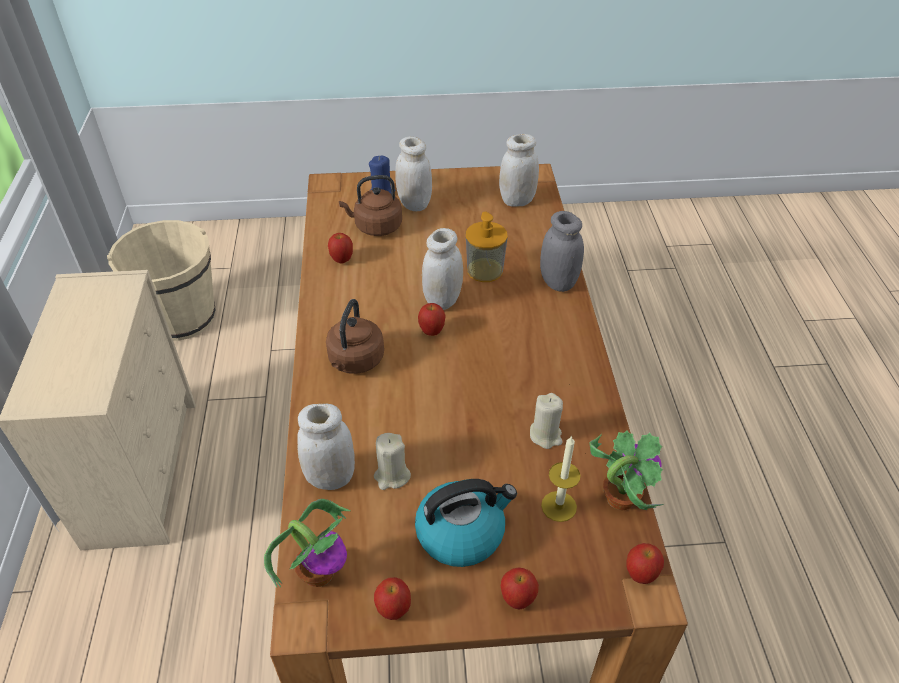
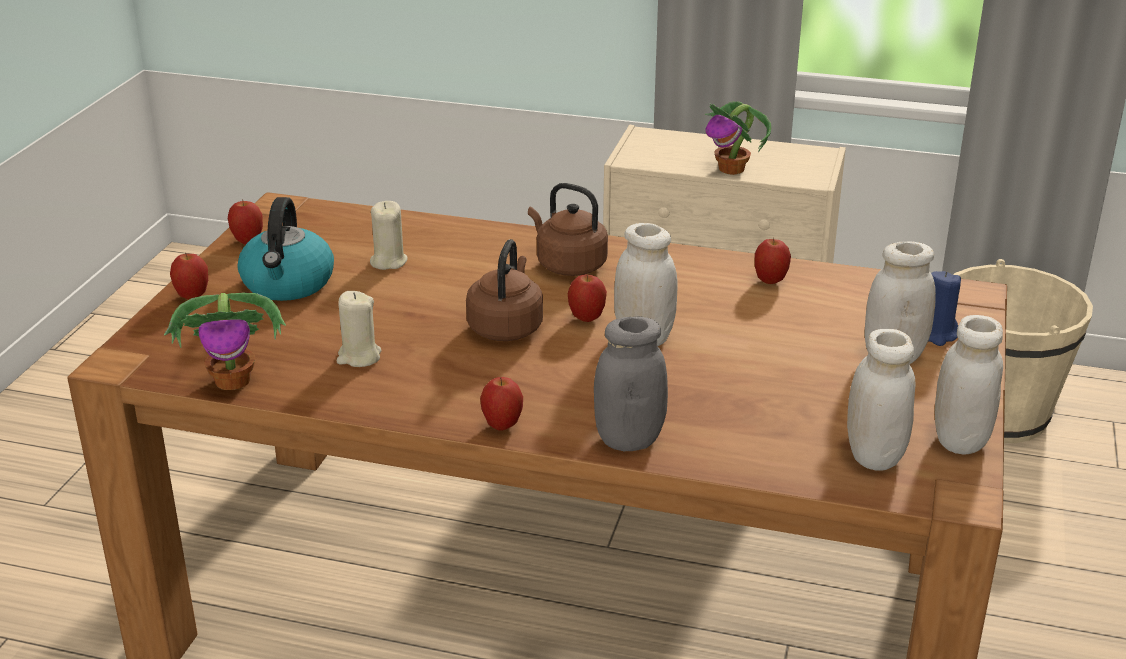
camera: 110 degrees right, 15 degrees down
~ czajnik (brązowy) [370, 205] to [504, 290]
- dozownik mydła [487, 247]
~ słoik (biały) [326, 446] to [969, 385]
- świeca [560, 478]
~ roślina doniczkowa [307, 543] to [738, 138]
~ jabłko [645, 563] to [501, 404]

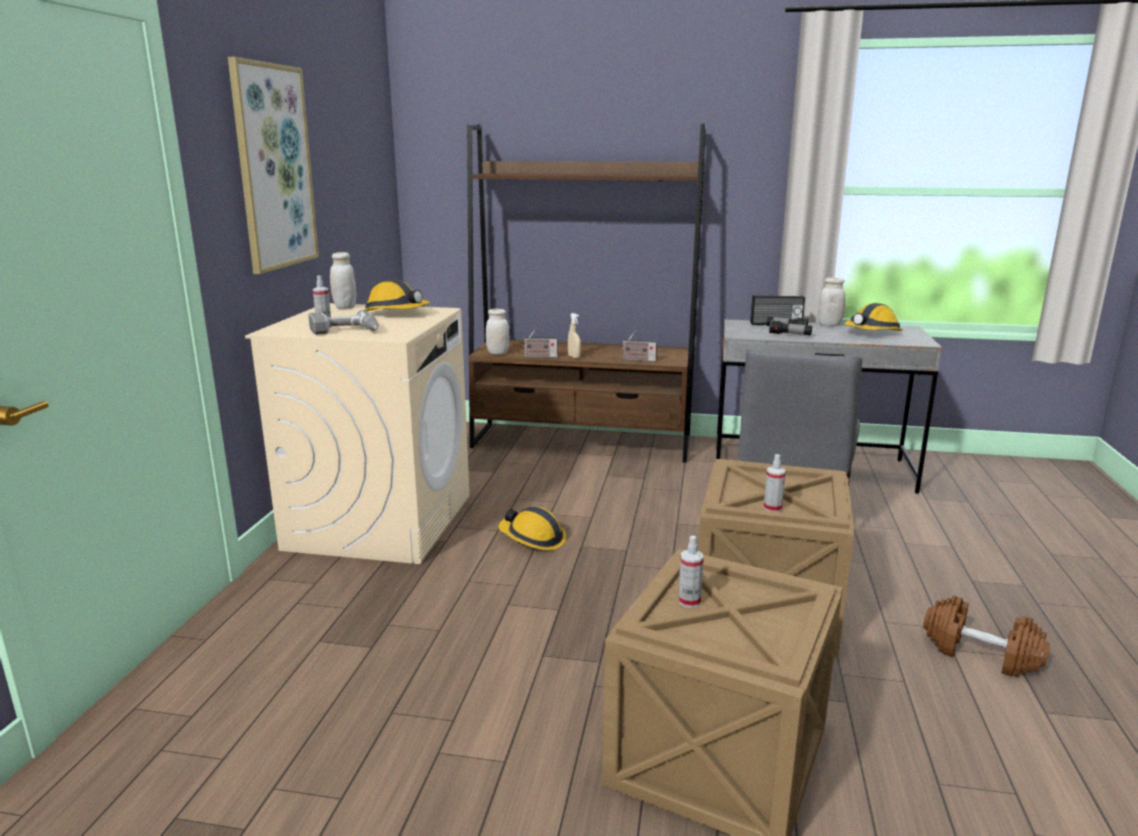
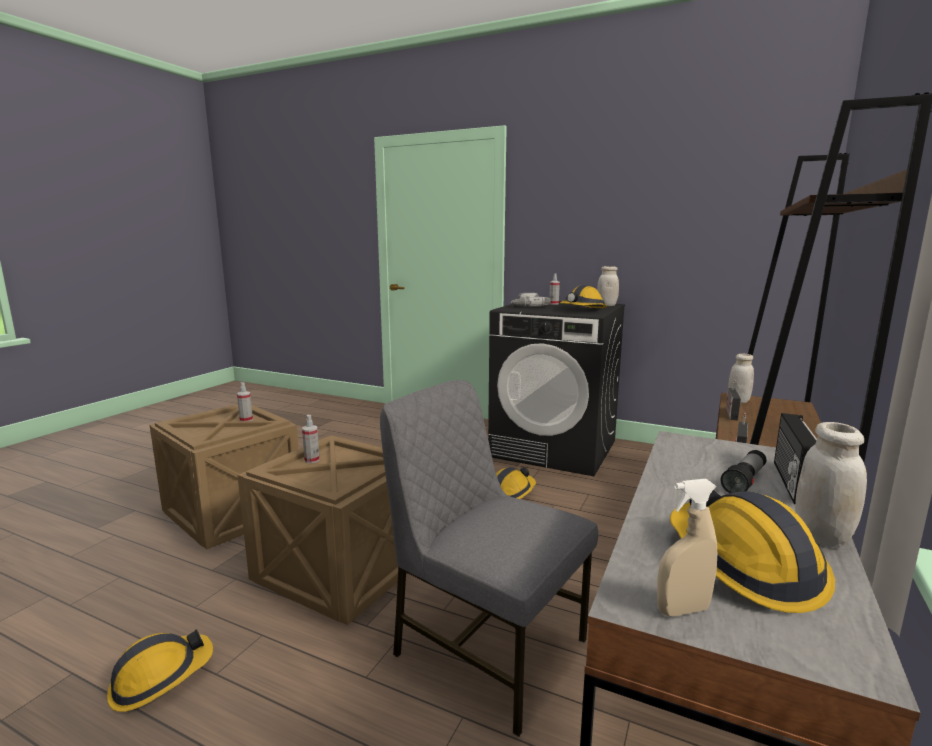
camera: 105 degrees right, 5 degrees down
- obraz [273, 165]
~ pralka (beżowy) [357, 433] to pralka (czarny) [556, 388]
~ spryskiwacz (beżowy) [574, 335] to [687, 548]
- latarka [790, 328]
~ hantel (brązowy) [986, 637] to kask [160, 670]

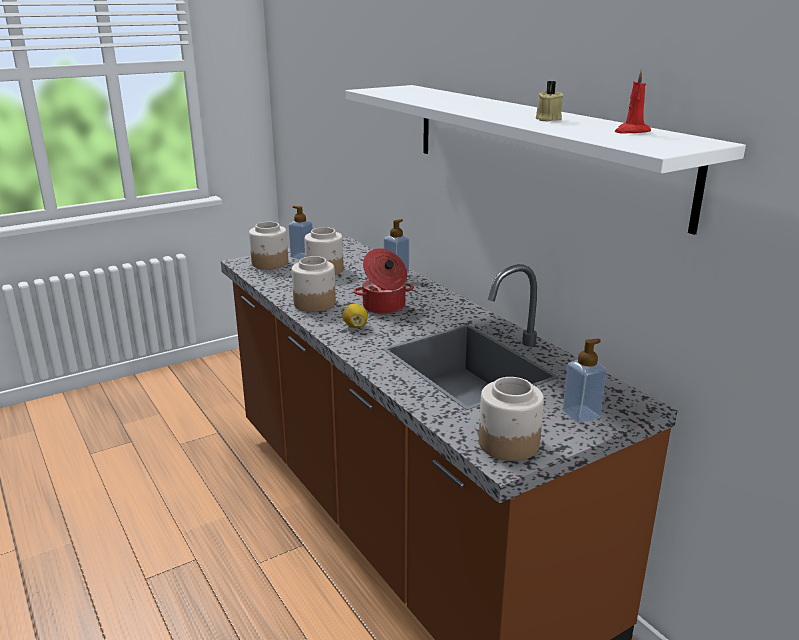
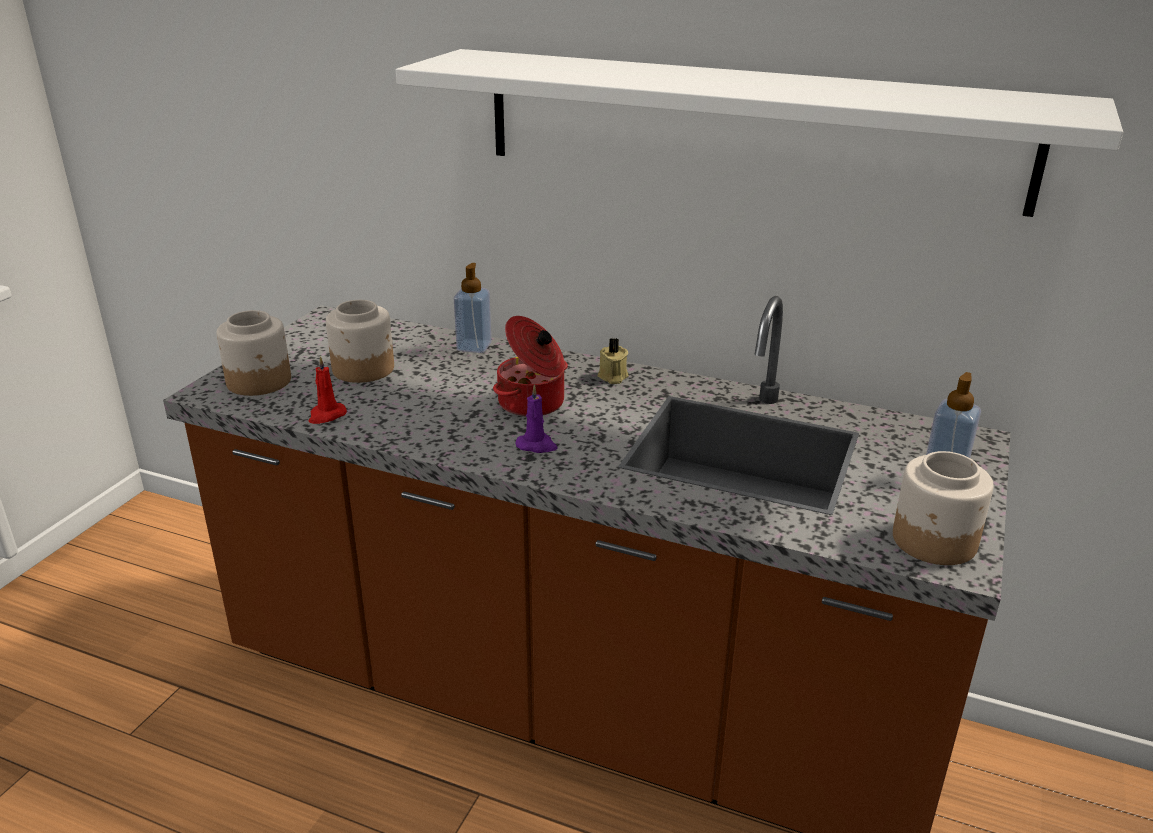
camera: 35 degrees left, 5 degrees up
~ świeca (czerwony) [632, 102] to [328, 390]
~ świeca (beżowy) [549, 101] to [613, 361]
- dozownik mydła [301, 232]
- słoik [314, 284]
~ cytryna [355, 316] to świeca (fioletowy) [537, 418]

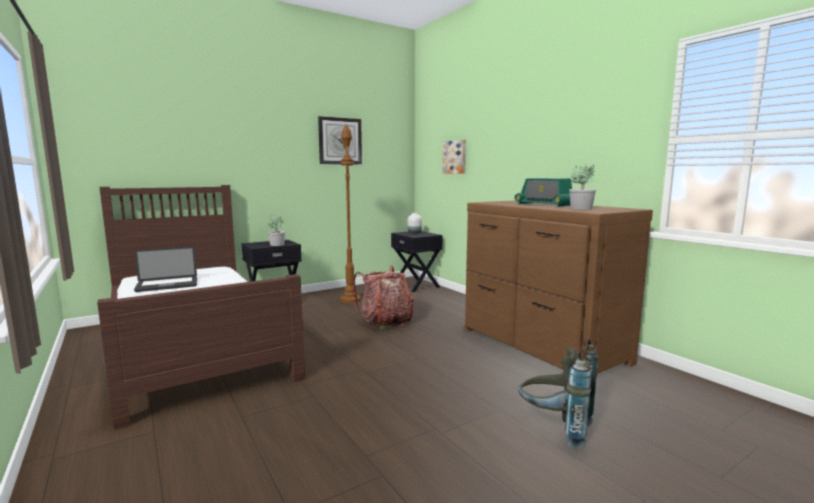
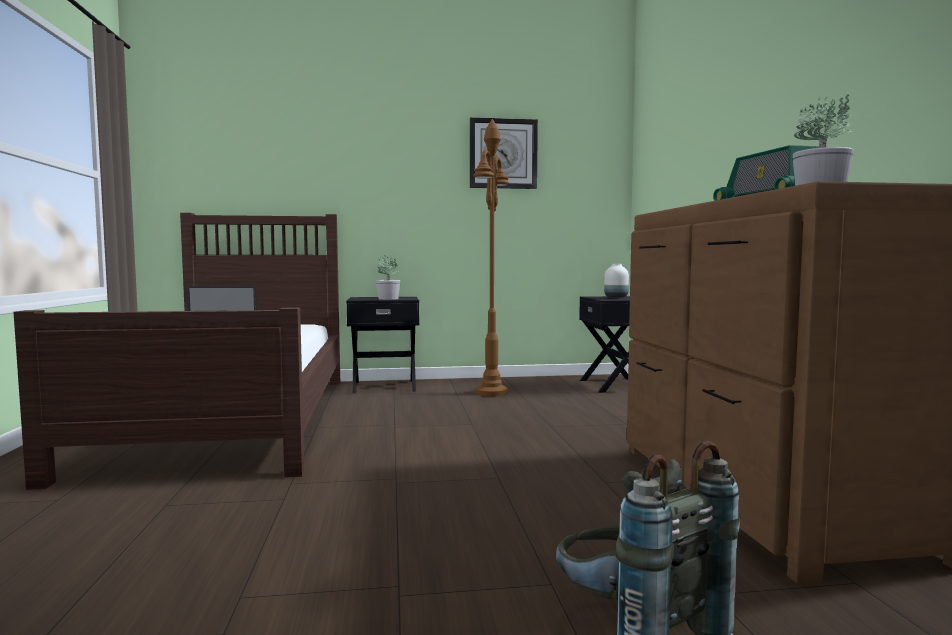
camera: 25 degrees right, 5 degrees down
- obraz [454, 157]
- plecak [383, 298]

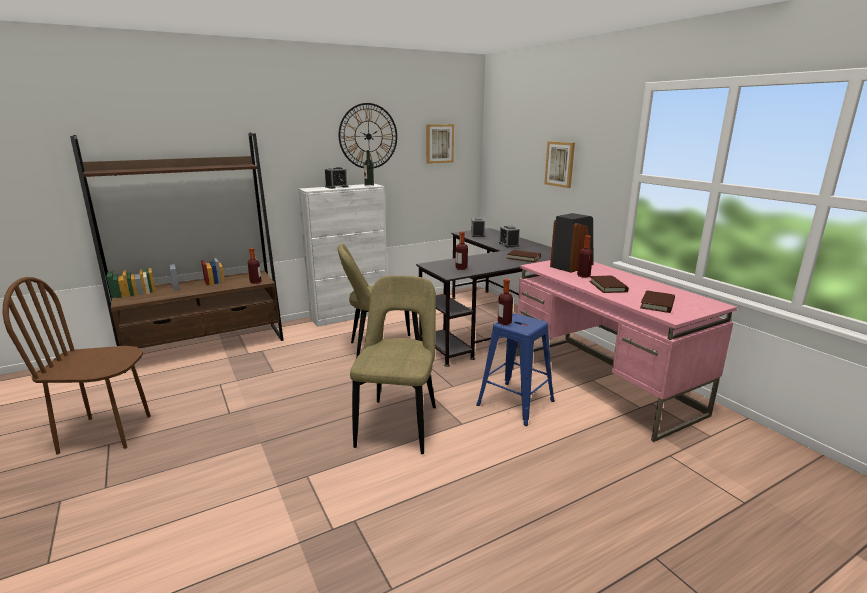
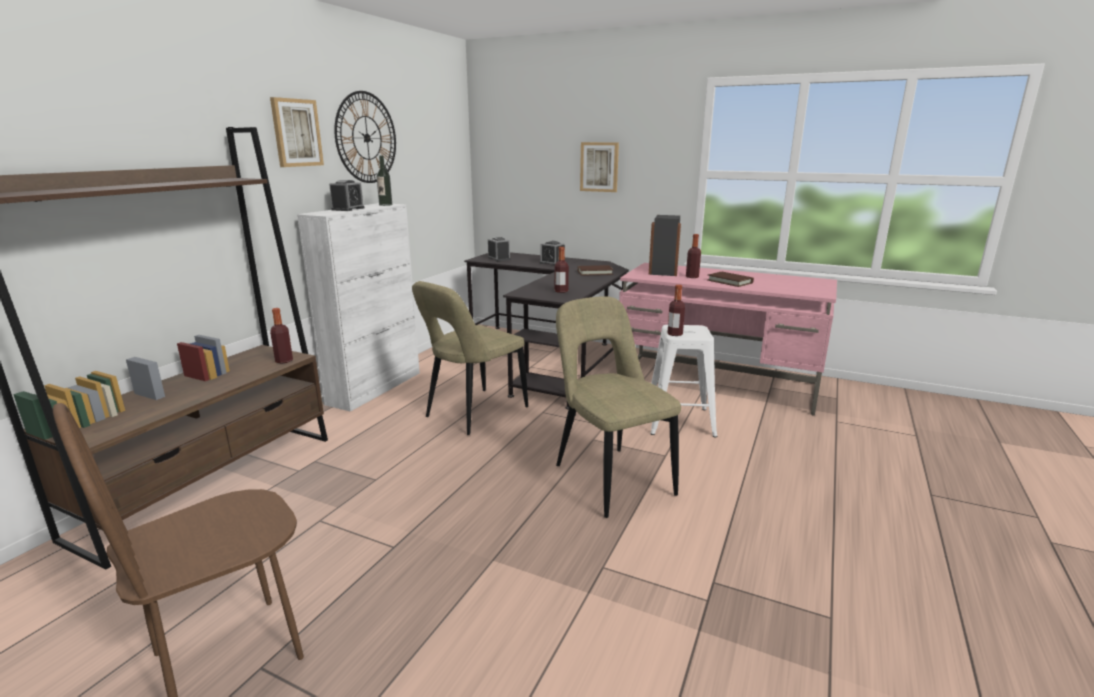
camera: 35 degrees left, 0 degrees up
~ obraz [440, 144] to [297, 132]
- książka (brązowy) [657, 301]
~ stołek (niebieski) [515, 369] to stołek (biały) [683, 381]

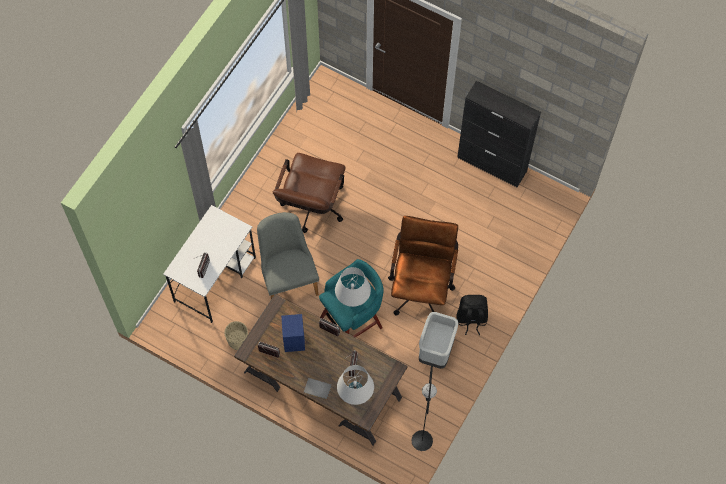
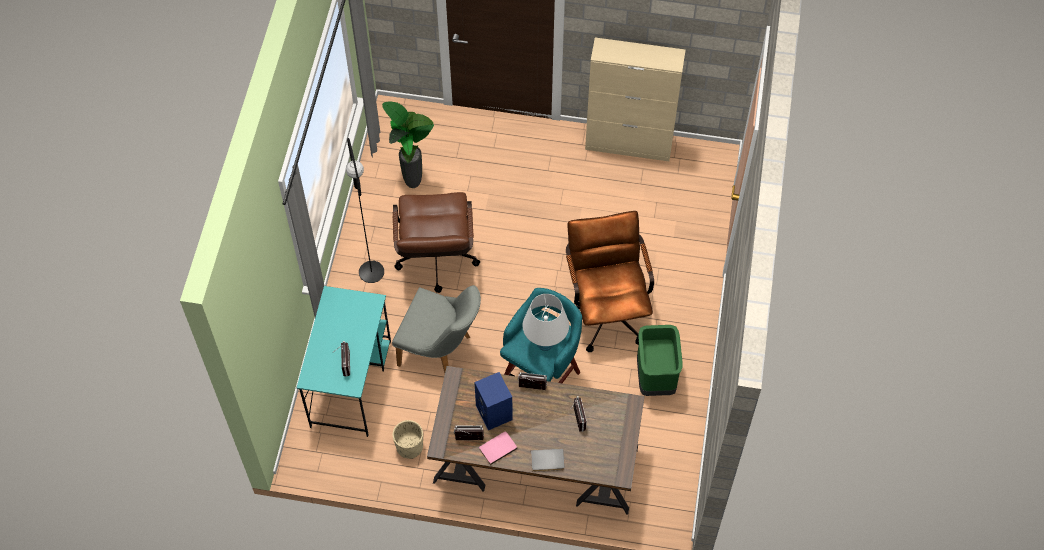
camera: 20 degrees left, 5 degrees down
~ szafka (czarny) [499, 134] to szafka (beżowy) [635, 99]
~ biurko (biały) [209, 264] to biurko (turkusowy) [344, 361]
~ krzesło (szary) [288, 255] = [436, 329] 150 degrees clockwise
- plecak (czarny) [472, 315]
~ kosz na śmieci (szary) [438, 340] to kosz na śmieci (zielony) [660, 360]
- lampa stołowa (biały) [355, 385]
~ lampa stojąca (czarny) [424, 408] to [365, 210]
+ roślina doniczkowa [408, 145]
+ książka (różowy) [498, 448]

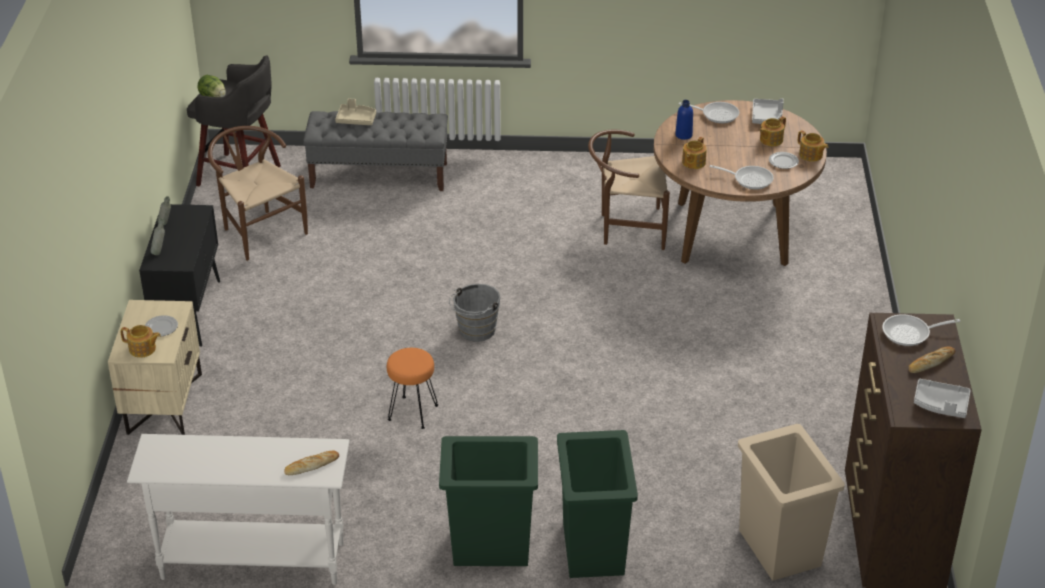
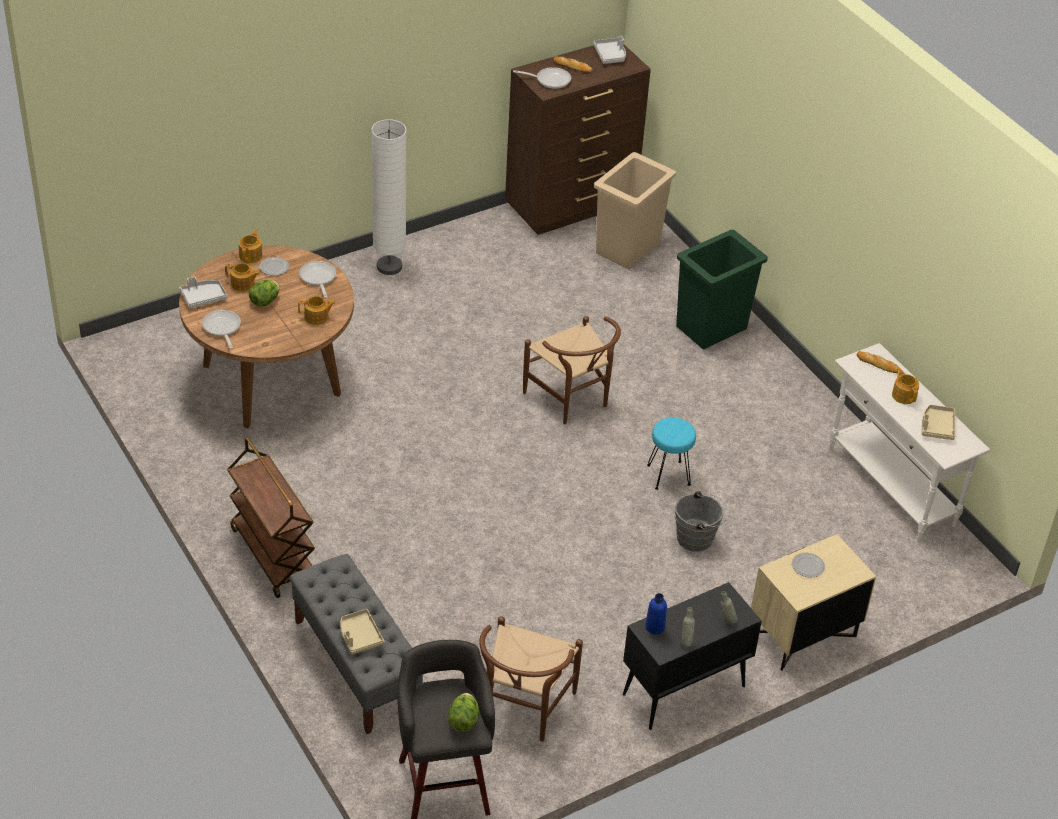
camera: 125 degrees left, 5 degrees up
~ butelka (niebieski) [684, 120] to [656, 614]
~ krzesło (brązowy) [629, 190] to [572, 370]
~ wiadro (szary) [474, 313] to [702, 521]
~ patelnia [921, 330] = [542, 78] 45 degrees counterclockwise
~ imbryk [140, 341] to [905, 386]
~ stołek (pomarańczowy) [412, 388] to stołek (turkusowy) [671, 453]
- kosz na śmieci (zielony) [488, 501]
+ lampa stojąca (biały) [389, 197]
+ sałata [264, 293]
+ taca (beżowy) [938, 422]
+ wózek (brązowy) [271, 517]

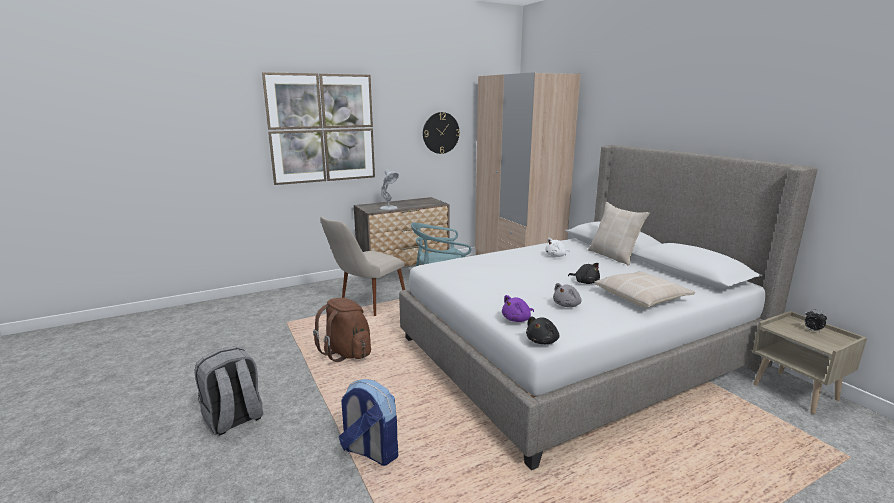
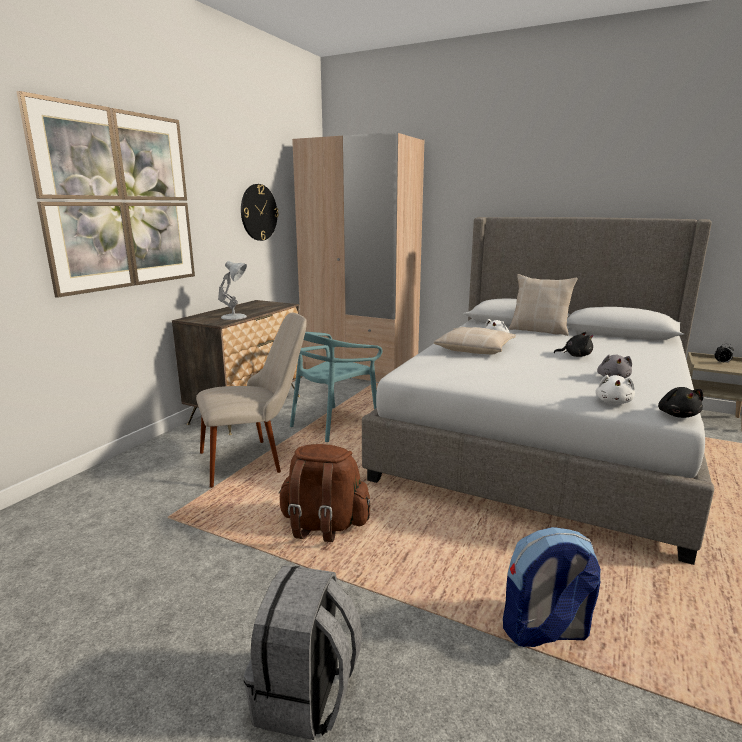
camera: 35 degrees left, 0 degrees up
~ krzesło (beżowy) [362, 266] = [251, 400] 120 degrees counterclockwise
~ poduszka (beżowy) [644, 289] to [475, 340]
~ pluszak (fioletowy) [518, 308] to pluszak (biały) [615, 389]

